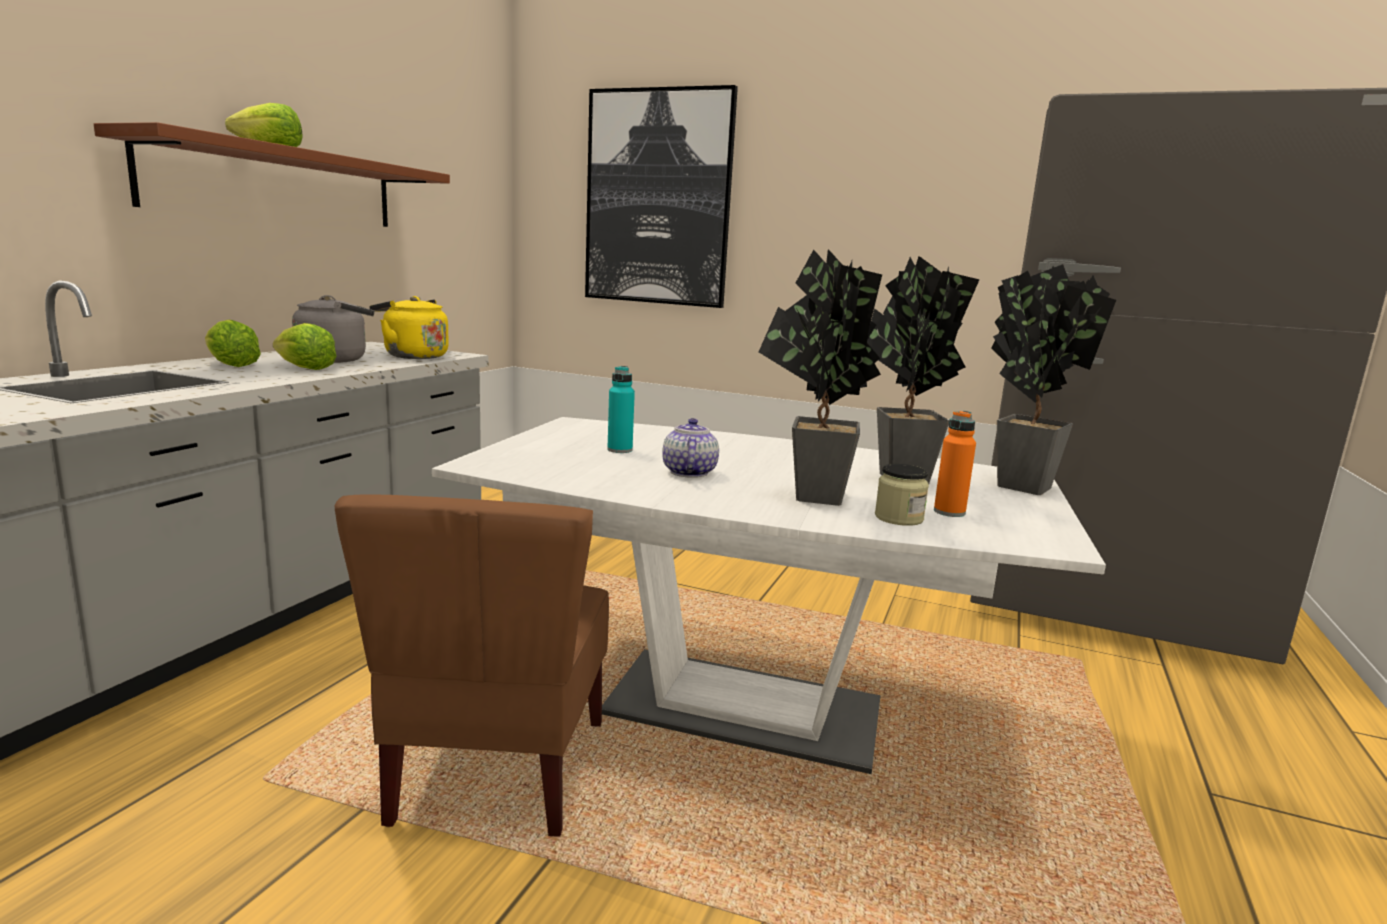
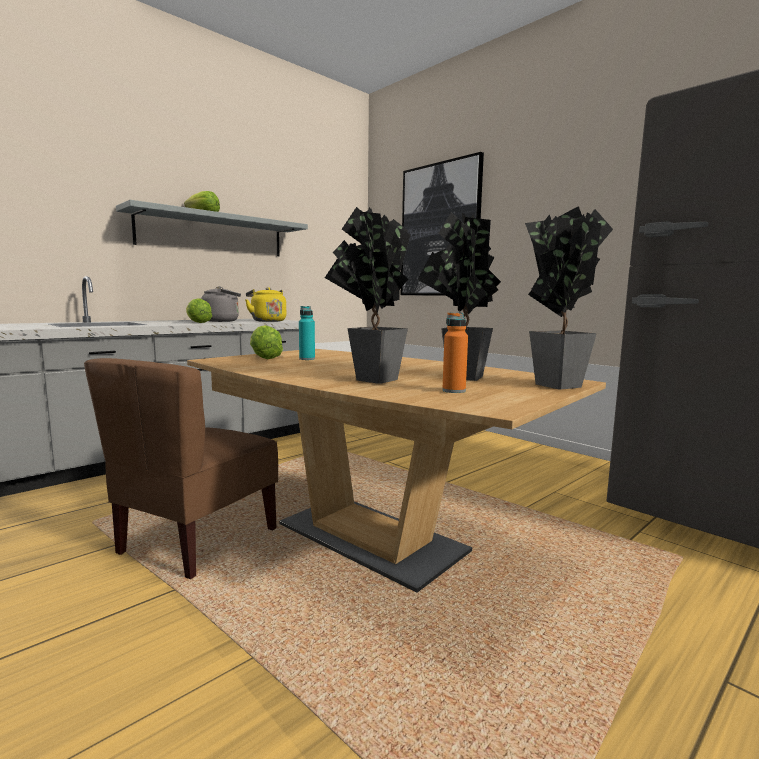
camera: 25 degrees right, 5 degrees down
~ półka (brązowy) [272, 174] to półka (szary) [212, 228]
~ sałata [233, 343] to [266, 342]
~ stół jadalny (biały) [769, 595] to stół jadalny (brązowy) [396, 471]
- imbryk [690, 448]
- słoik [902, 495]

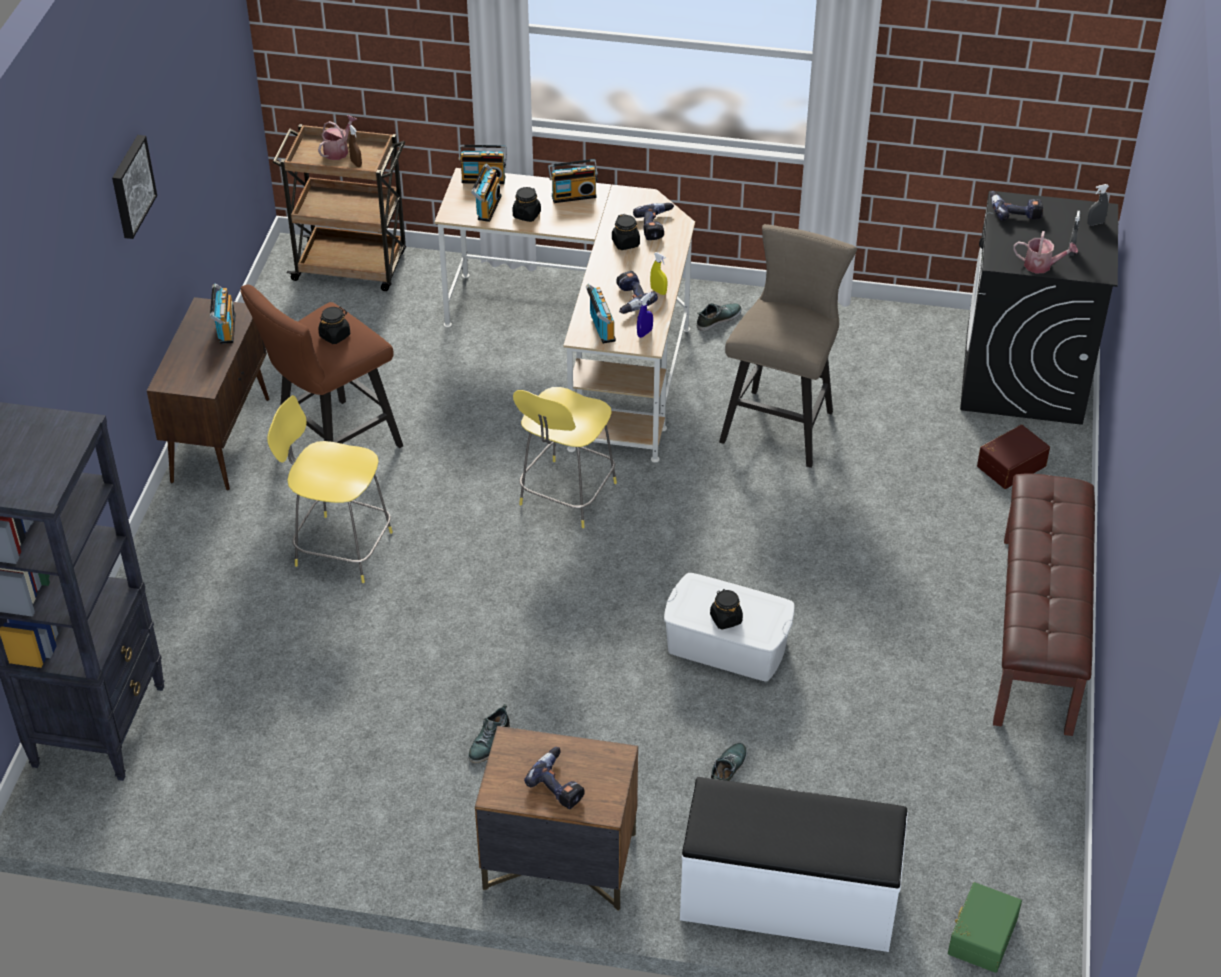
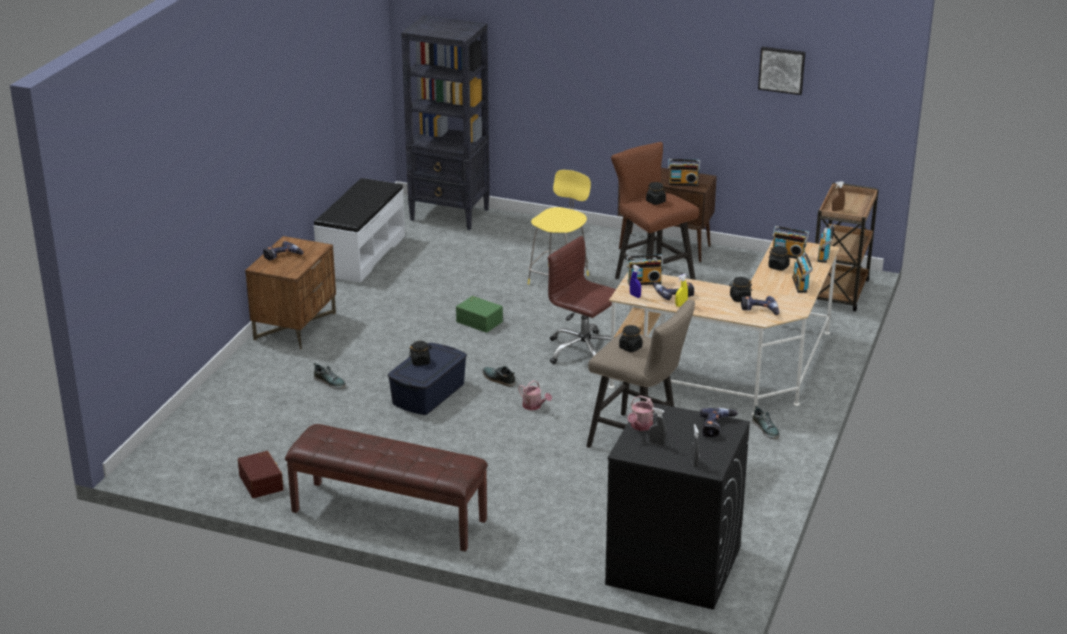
camera: 100 degrees right, 15 degrees down
~ konewka [337, 137] to [535, 395]
~ obraz [134, 187] to [781, 71]
~ stołek (żółty) [565, 457] to krzesło biurowe (brązowy) [582, 300]
~ pojemnik do przechowywania (brązowy) [1013, 456] to [261, 474]
~ pojemnik do przechowywania (biały) [729, 627] to pojemnik do przechowywania (niebieski) [427, 379]
~ but [489, 733] to [499, 376]
~ ławka (biały) [794, 864] to [359, 230]
~ pojemnik do przechowywania (zielony) [985, 927] to [479, 314]
+ słoik (czarny) [630, 338]

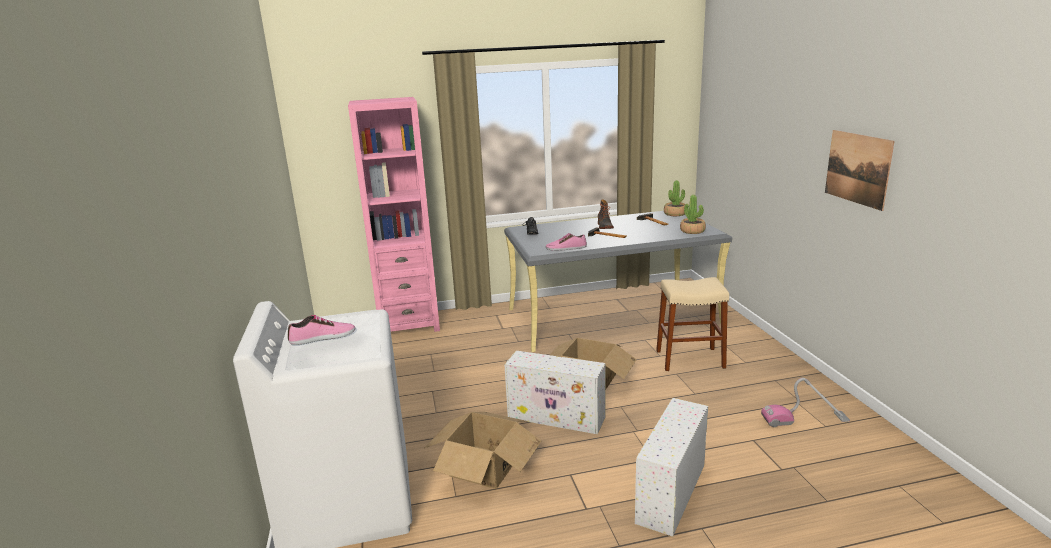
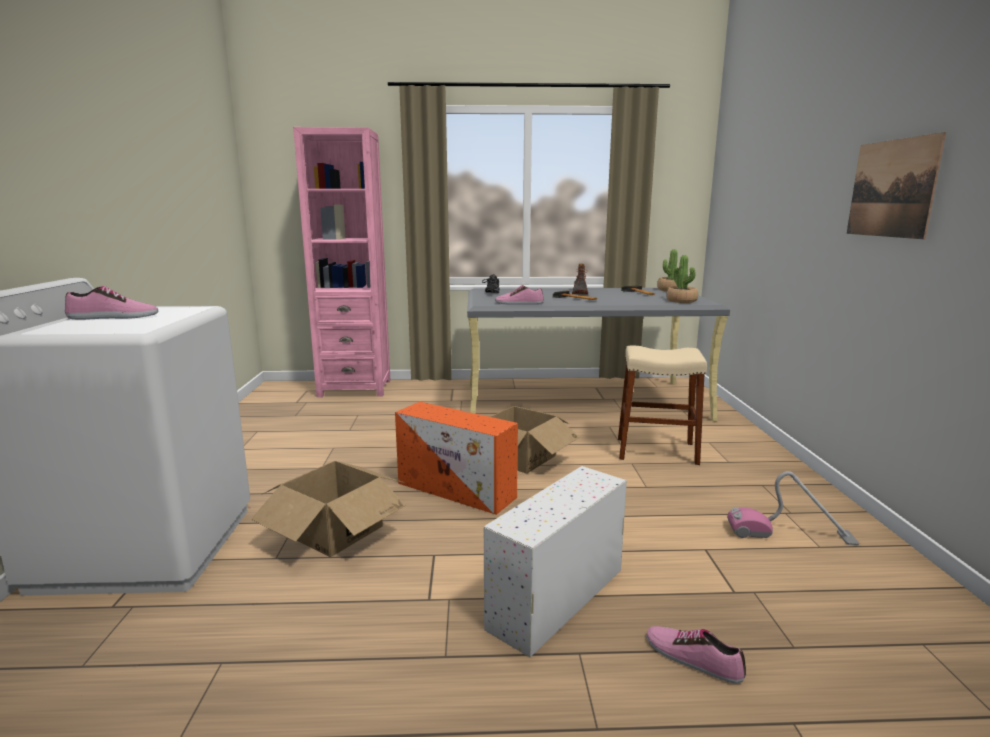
camera: 10 degrees right, 5 degrees down
~ pojemnik do przechowywania (biały) [555, 393] to pojemnik do przechowywania (pomarańczowy) [456, 458]
+ but [696, 655]

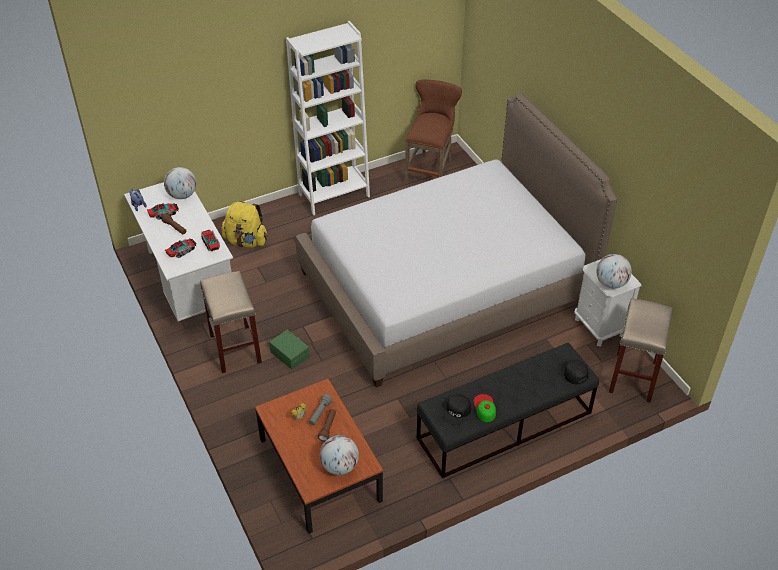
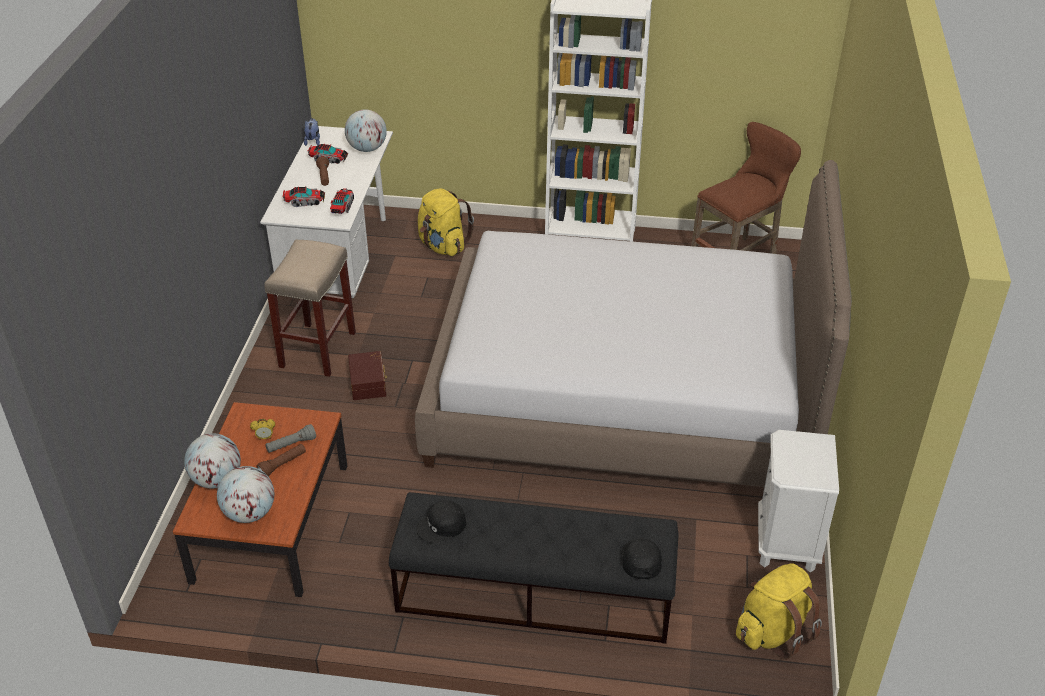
camera: 35 degrees right, 5 degrees down
~ globus [614, 271] to [212, 461]
~ stołek (beżowy) [641, 350] to plecak (żółty) [779, 611]
~ pojemnik do przechowywania (zielony) [289, 350] to pojemnik do przechowywania (brązowy) [367, 375]
- czapka z daszkiem [485, 408]

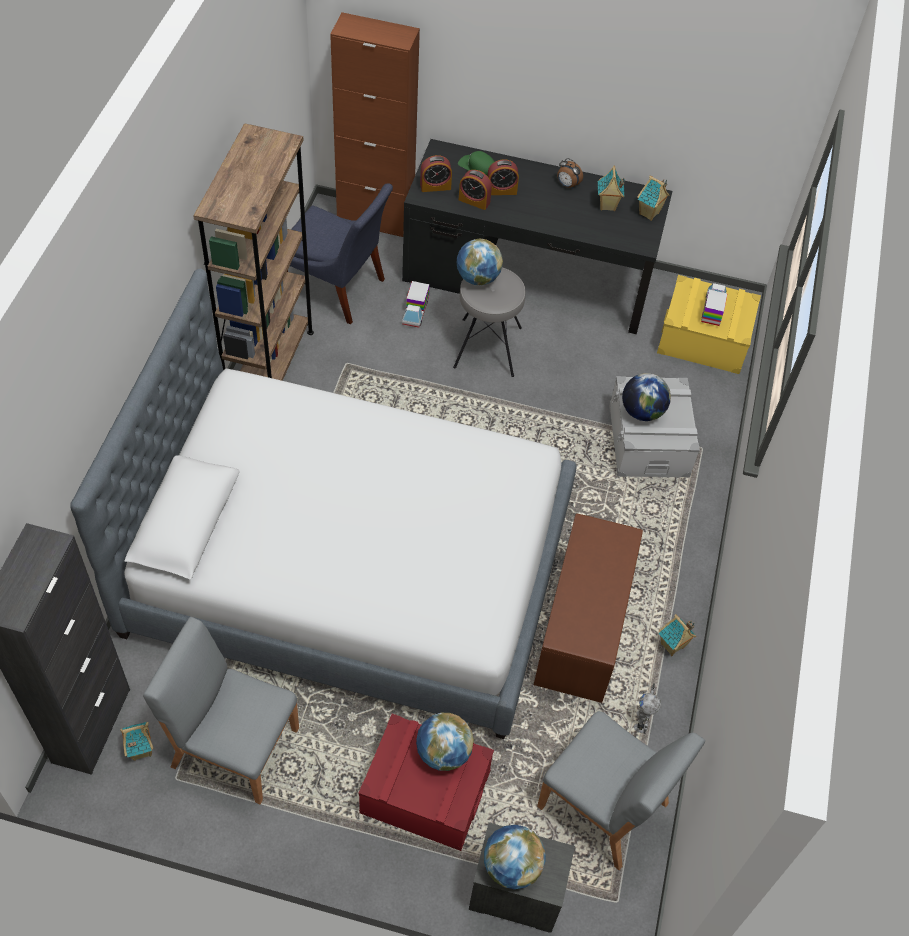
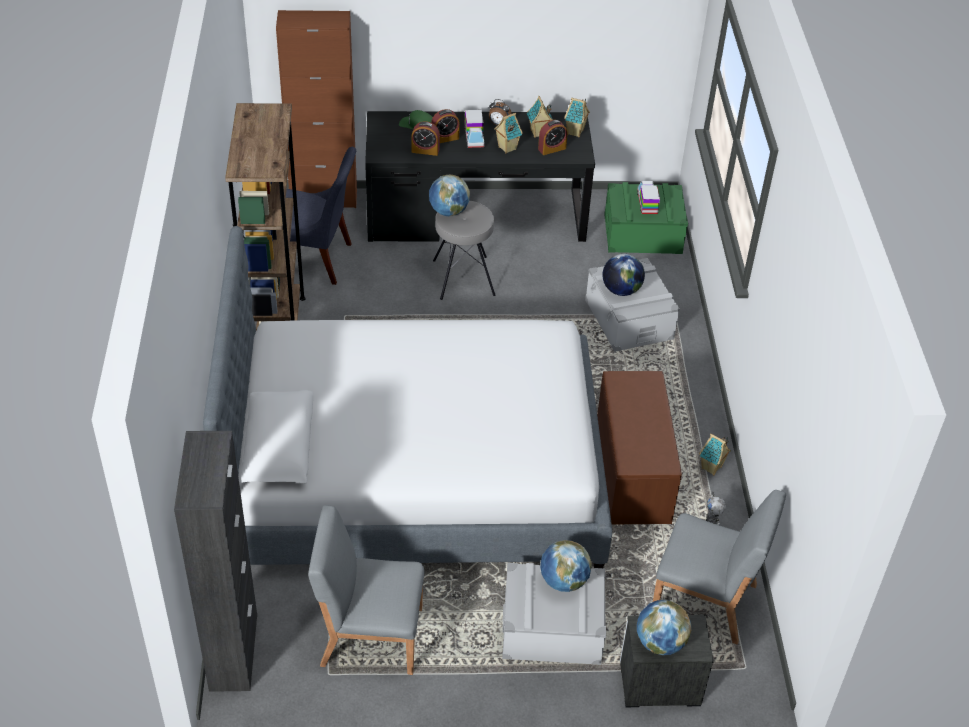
camera: 15 degrees left, 10 degrees down
~ budzik [436, 173] to [553, 137]
~ pojemnik do przechowywania (żółty) [709, 324] to pojemnik do przechowywania (zielony) [646, 218]
~ ciężarówka zabawkowa [415, 304] to [474, 129]
~ pojemnik do przechowywania (czerwony) [426, 782] to pojemnik do przechowywania (szary) [554, 614]
~ domek [136, 741] to [508, 133]

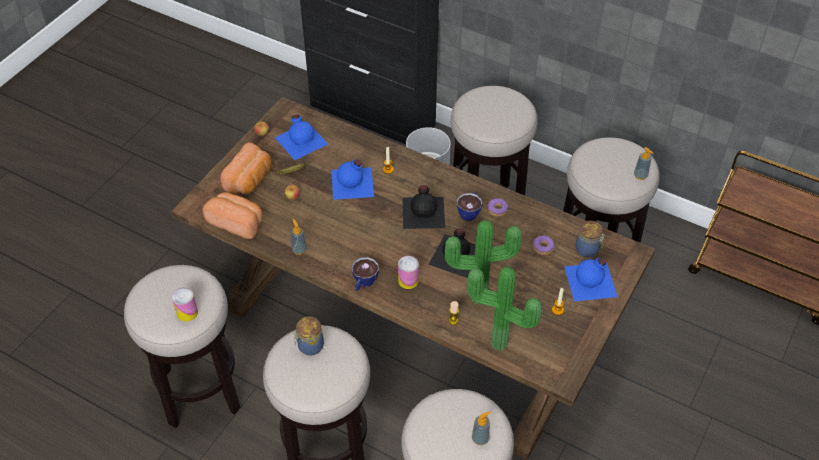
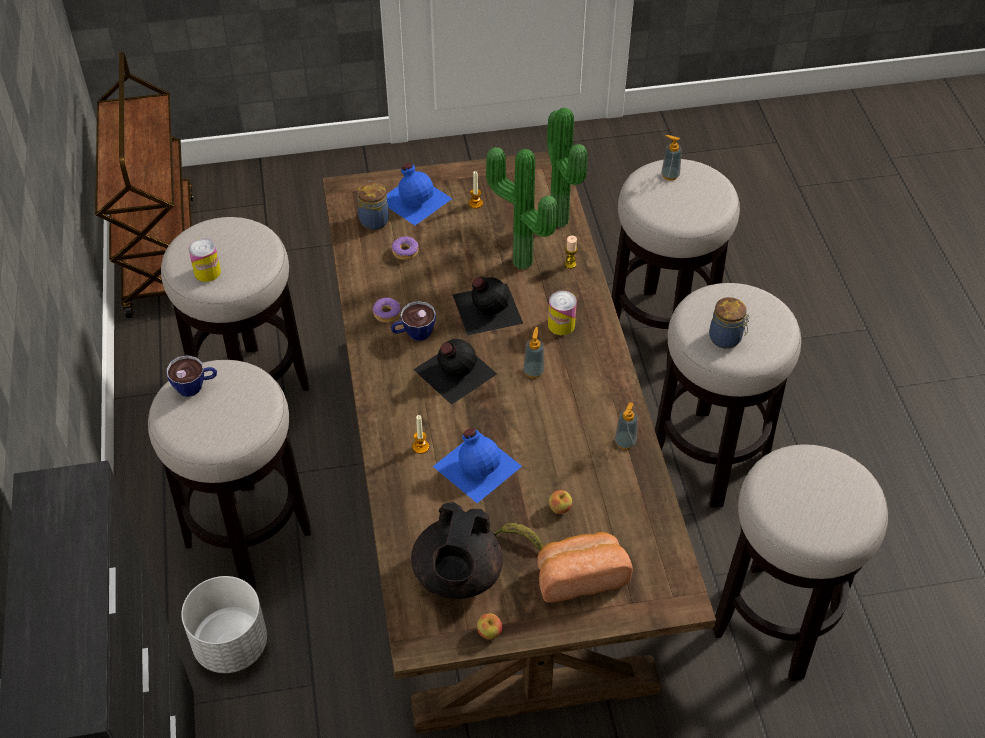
camera: 130 degrees left, 0 degrees up
~ butelka (niebieski) [301, 137] to imbryk (czarny) [457, 550]
~ dozownik mydła [643, 163] to [533, 352]
- chleb [232, 215]
~ filiżanka [365, 274] to [191, 376]
~ puszka [185, 304] to [204, 260]

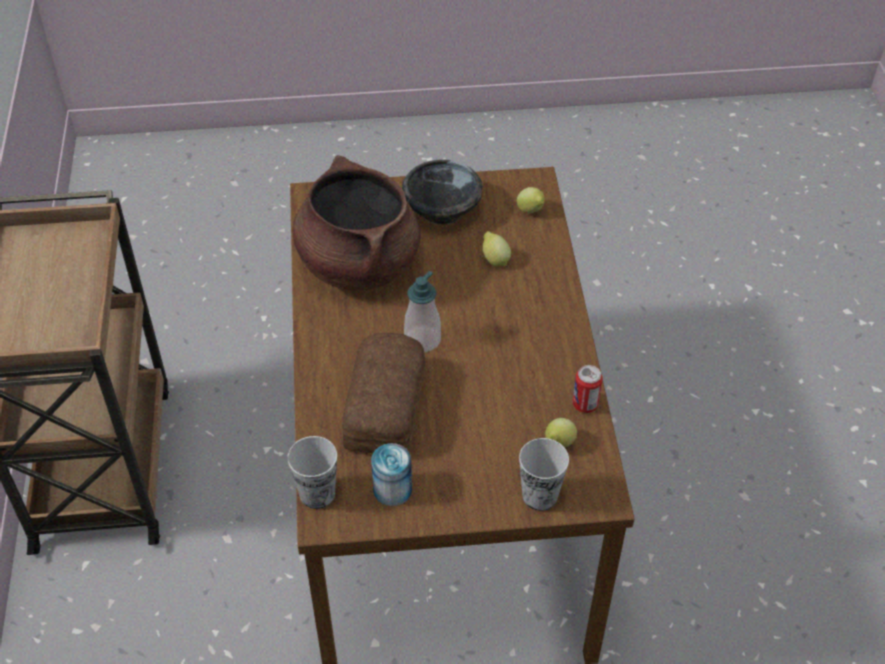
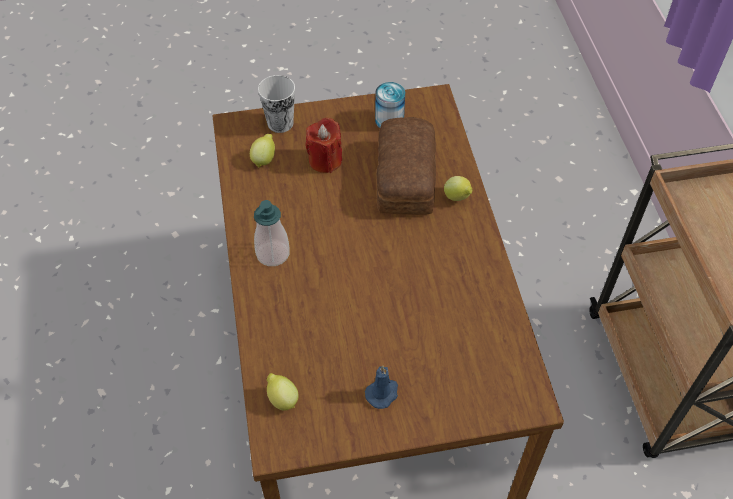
camera: 175 degrees right, 5 degrees up
- garnek (brązowy) [356, 222]
~ miska (czarny) [442, 192] to świeca (niebieski) [381, 387]
~ cytryna [497, 249] to [458, 188]
~ dozownik mydła [422, 311] to [272, 233]
- puszka [588, 389]
- filiżanka [312, 472]
+ świeca (czerwony) [323, 145]

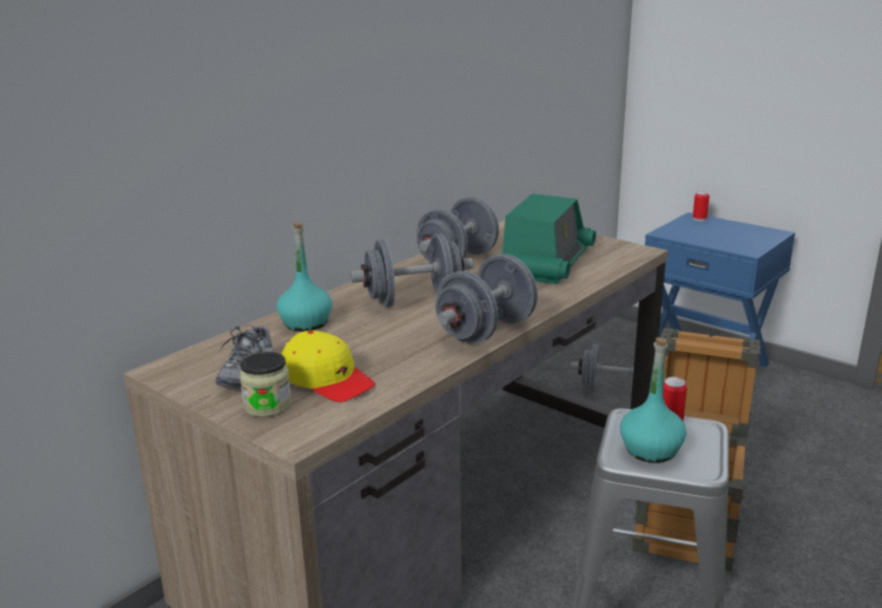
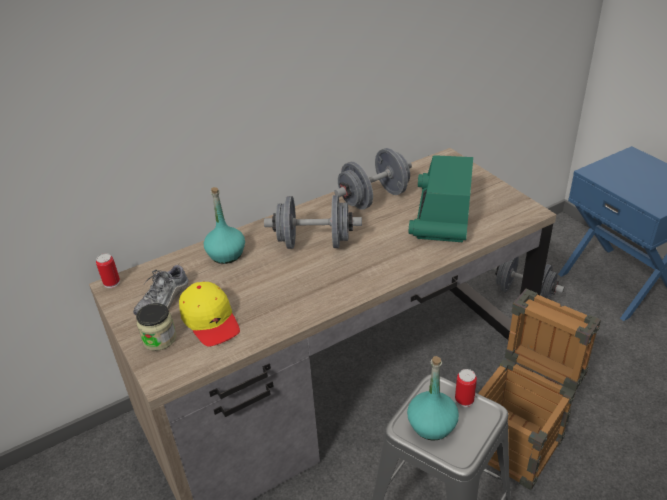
camera: 20 degrees right, 15 degrees up
~ puszka [701, 206] to [108, 270]
~ radio [548, 239] = [441, 198] 150 degrees clockwise
- hantel (szary) [486, 299]

